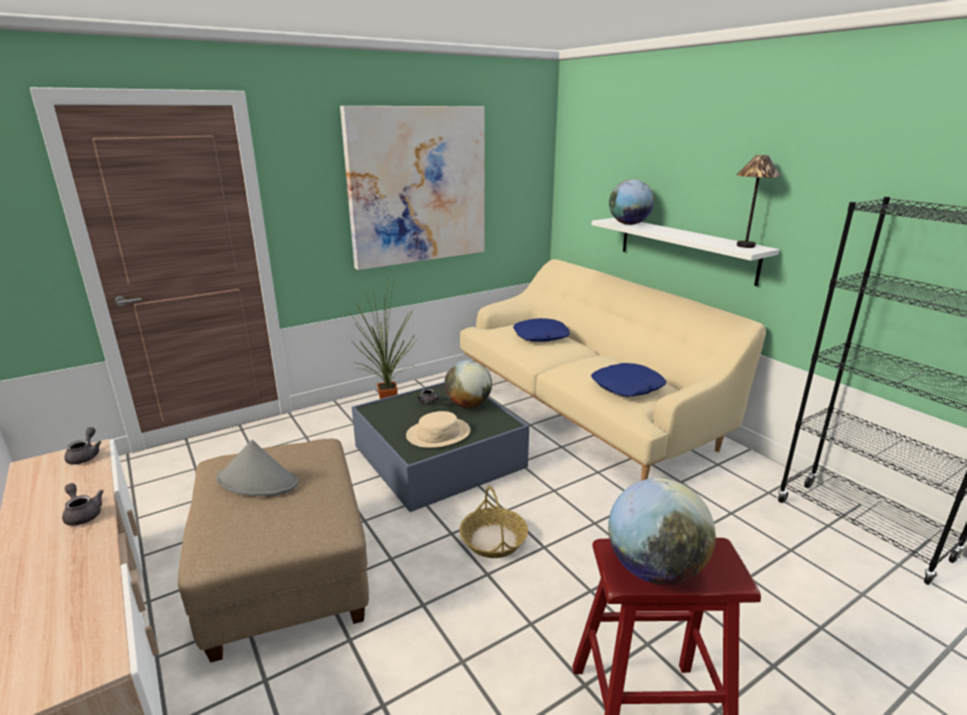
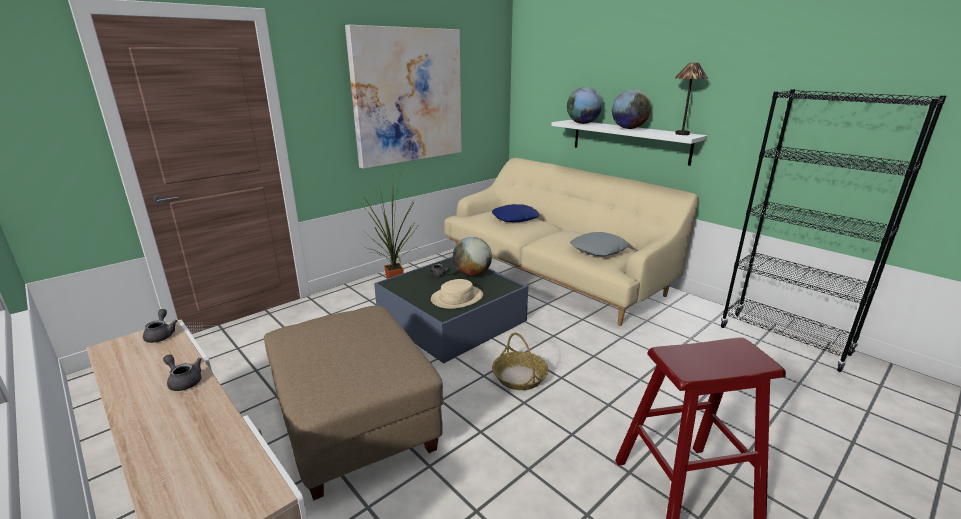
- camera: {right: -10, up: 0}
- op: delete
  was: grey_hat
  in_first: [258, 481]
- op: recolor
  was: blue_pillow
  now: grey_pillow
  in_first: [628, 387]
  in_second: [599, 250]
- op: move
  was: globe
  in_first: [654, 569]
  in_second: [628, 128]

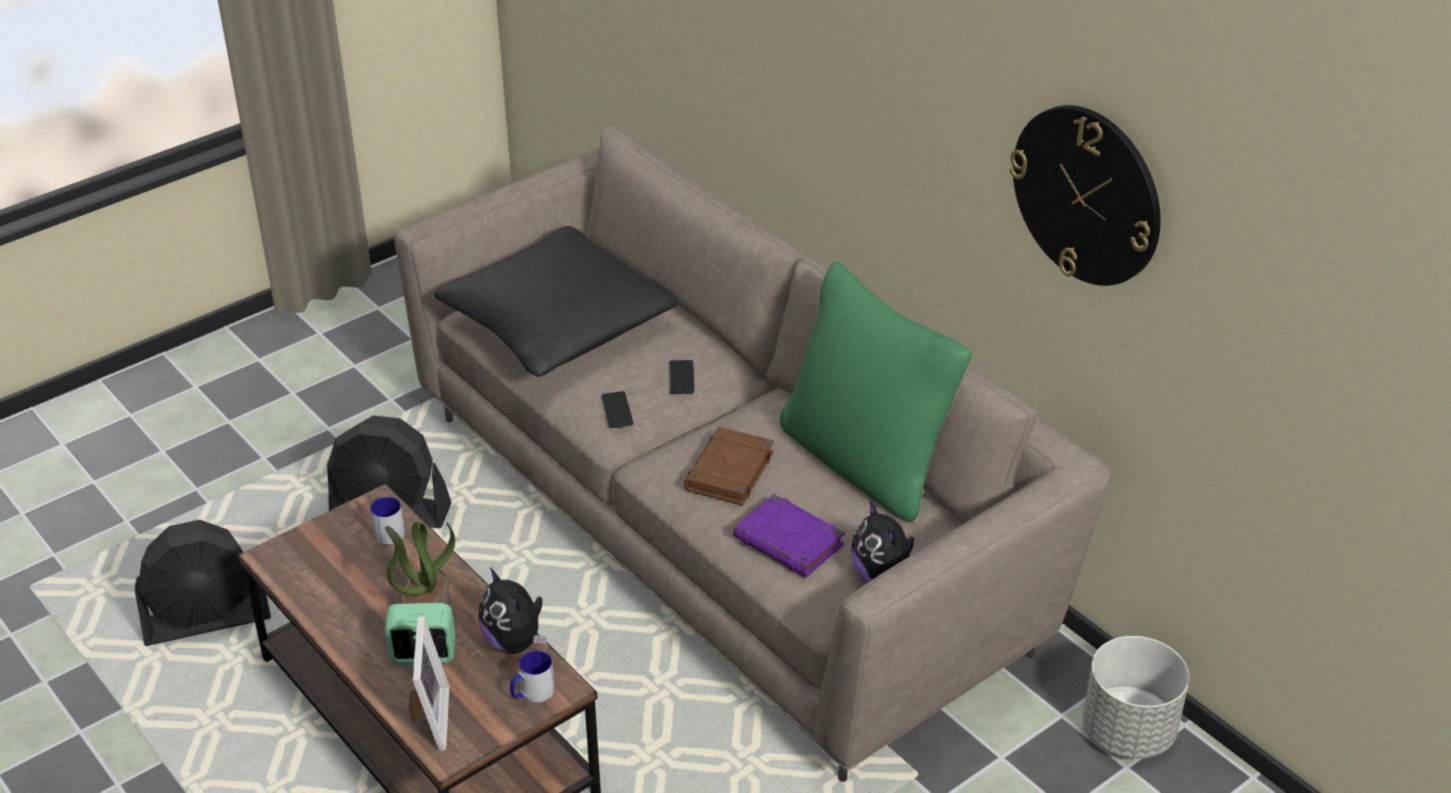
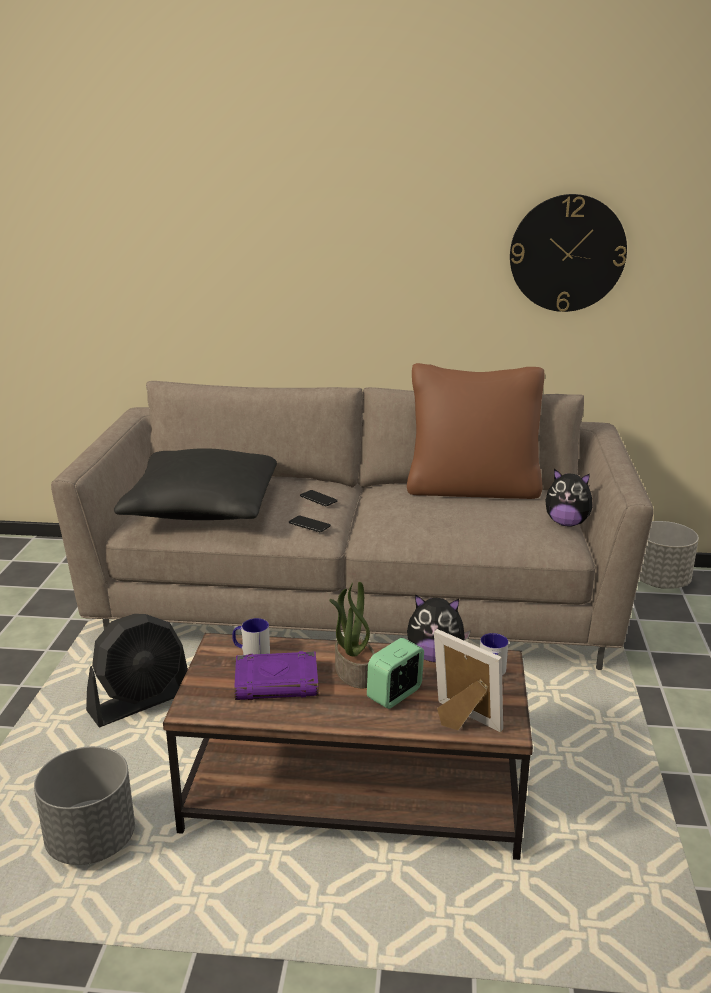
- camera: {right: -45, up: -15}
- op: replace
  was: black_fan
  now: grey_planter
  in_first: [207, 620]
  in_second: [91, 841]
- op: delete
  was: brown_book
  in_first: [729, 472]
- op: move
  was: purple_book
  in_first: [790, 542]
  in_second: [277, 682]
- op: recolor
  was: green_pillow
  now: brown_pillow
  in_first: [866, 462]
  in_second: [472, 489]

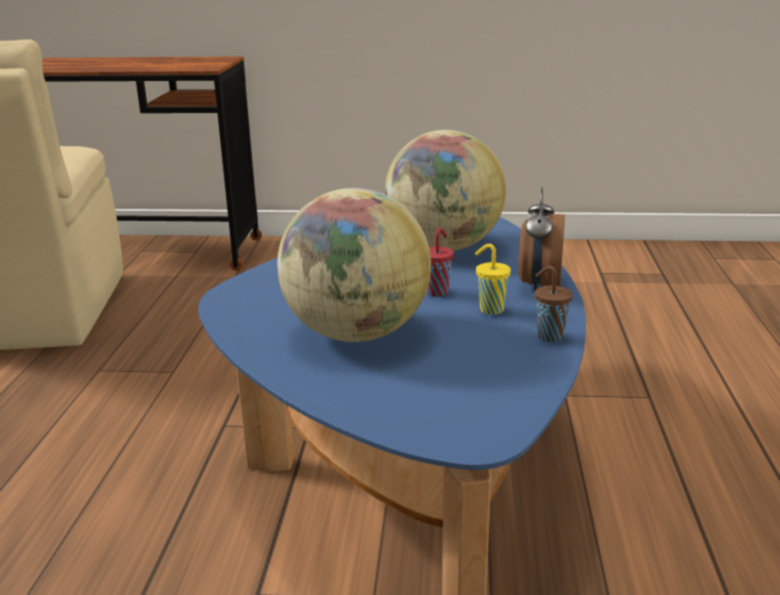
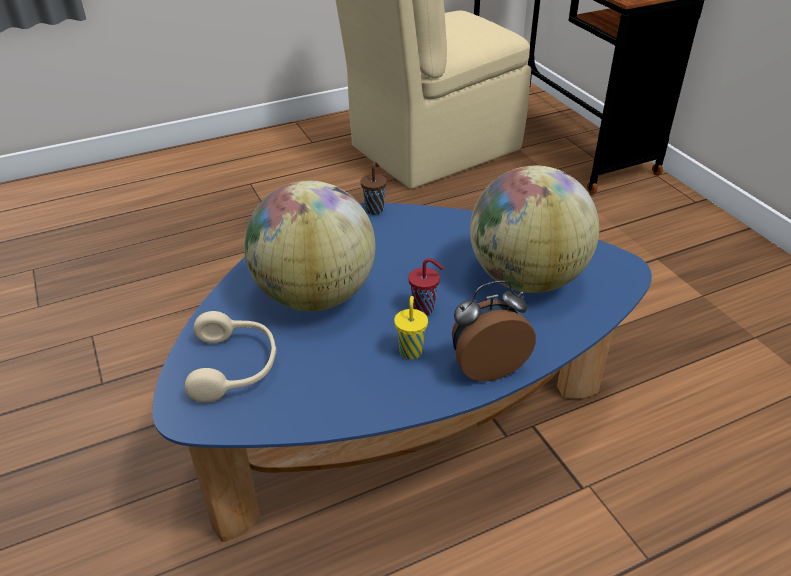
- camera: {right: 60, up: 15}
- op: move
  was: brown_cup
  in_first: [549, 336]
  in_second: [375, 209]
- op: insert
  now: beige_headphones
  in_second: [236, 366]

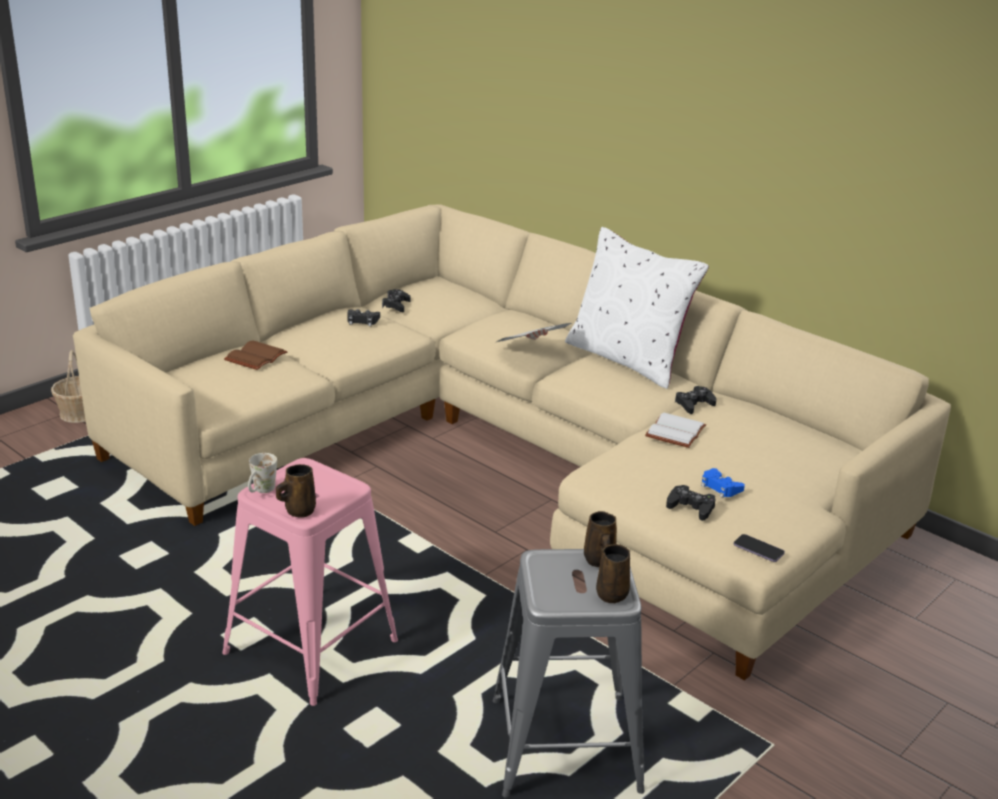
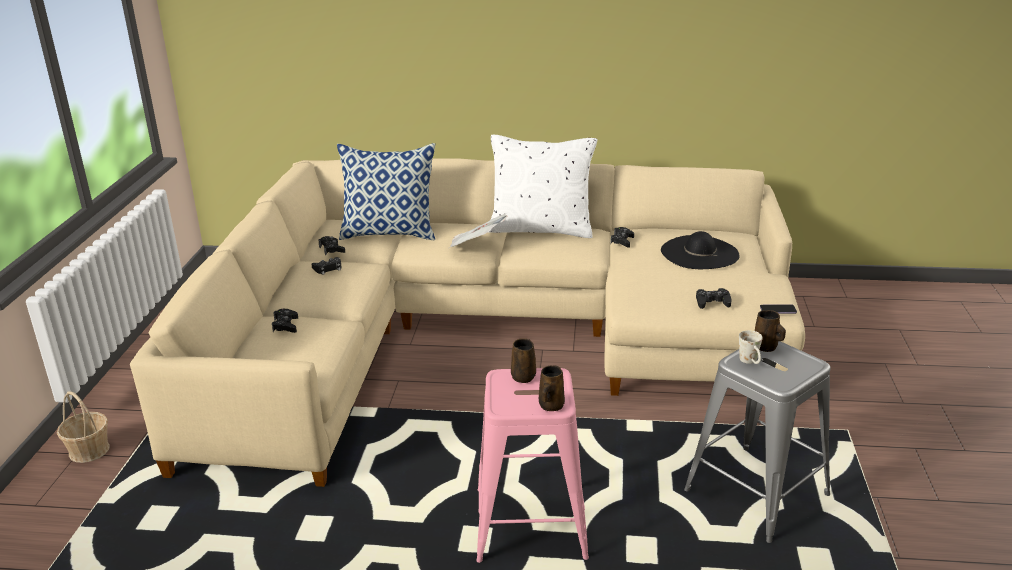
- camera: {right: -35, up: 0}
- op: replace
  was: brown_book
  now: black_game_controller
  in_first: [255, 356]
  in_second: [285, 325]
- op: move
  was: white_mug
  in_first: [261, 491]
  in_second: [750, 362]
- op: move
  was: brown_mug
  in_first: [613, 593]
  in_second: [523, 376]
- op: delete
  was: white_book
  in_first: [676, 433]
- op: delete
  was: blue_game_controller
  in_first: [720, 487]
- op: insert
  now: pillow
  in_second: [390, 233]
- op: insert
  now: black_hat
  in_second: [699, 253]

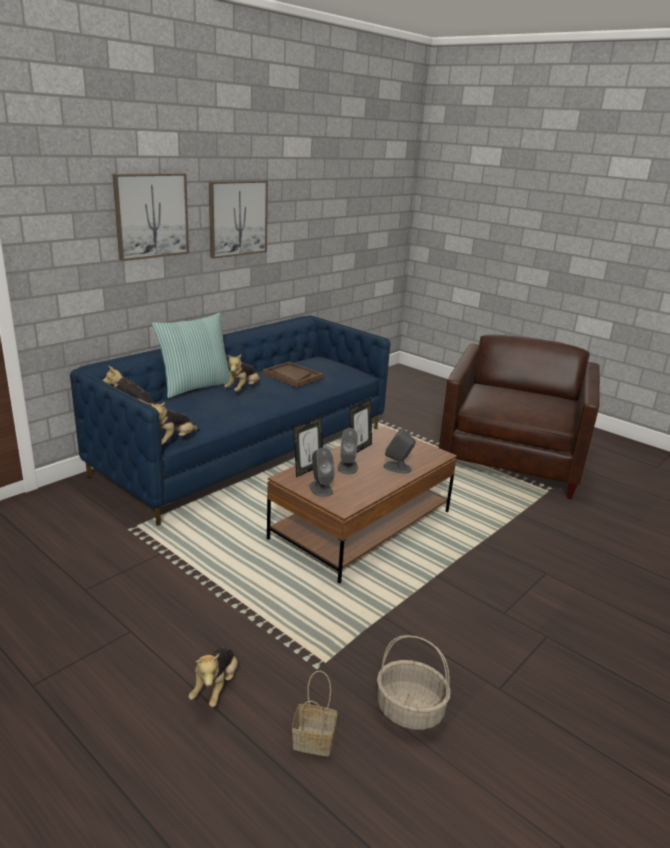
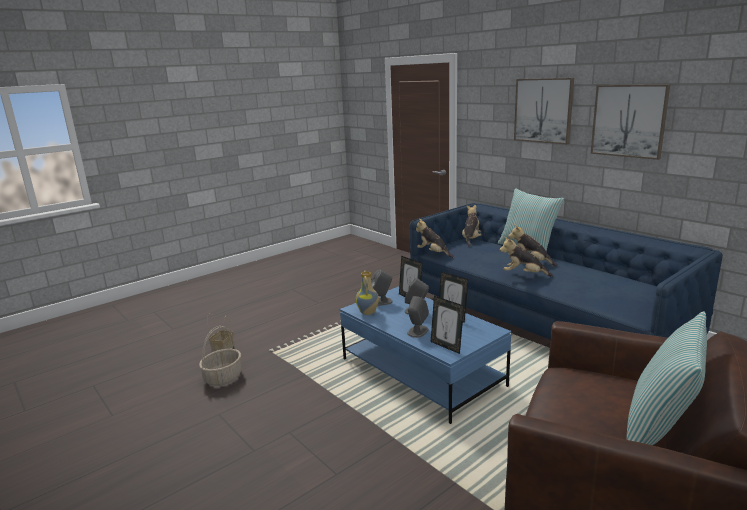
- camera: {right: 100, up: -5}
- op: move
  was: plush_toy
  in_first: [216, 687]
  in_second: [524, 274]
- op: delete
  was: brown_tray
  in_first: [292, 376]
- op: recolor
  was: brown_coffee_table
  now: blue_coffee_table
  in_first: [361, 525]
  in_second: [421, 372]
- op: insert
  now: vase
  in_second: [368, 312]
- op: insert
  now: picture_frame
  in_second: [446, 346]
- op: insert
  now: pillow
  in_second: [659, 432]

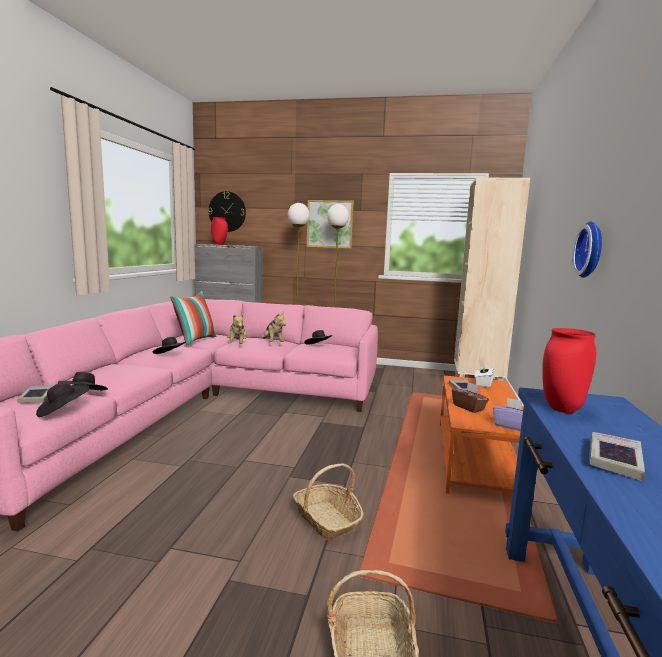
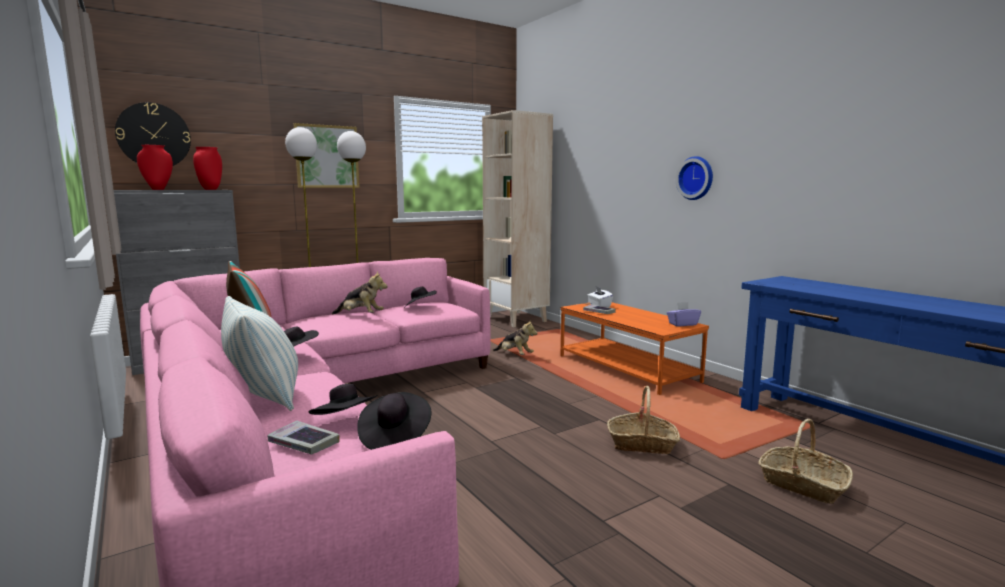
- camera: {right: -45, up: 0}
- op: move
  was: plush_toy
  in_first: [237, 344]
  in_second: [515, 355]
- op: delete
  was: brown_tissue_box
  in_first: [468, 407]
- op: move
  was: red_vase
  in_first: [561, 409]
  in_second: [210, 189]
- op: delete
  was: book
  in_first: [614, 460]
- op: insert
  now: pillow
  in_second: [264, 396]

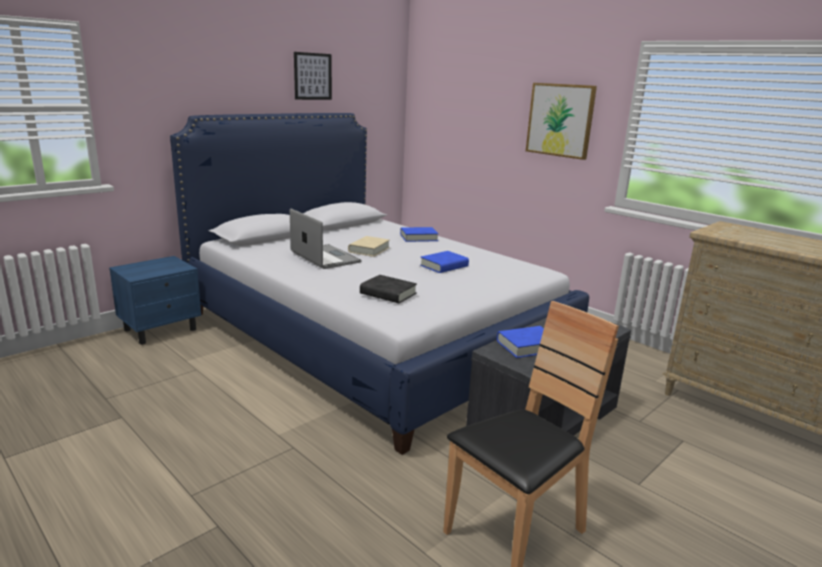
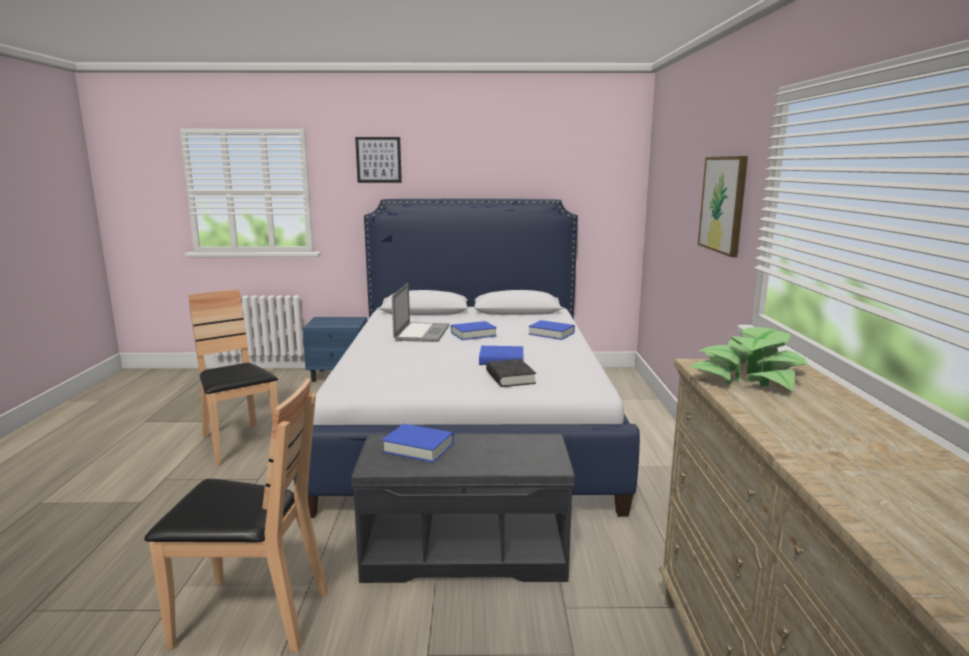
- camera: {right: 45, up: -5}
- op: move
  was: picture
  in_first: [312, 76]
  in_second: [378, 159]
- op: recolor
  was: beige_book
  now: blue_book
  in_first: [369, 250]
  in_second: [473, 334]
- op: move
  was: black_book
  in_first: [388, 294]
  in_second: [510, 377]
- op: insert
  now: brown_chair
  in_second: [240, 444]
- op: insert
  now: potted_plant
  in_second: [749, 377]

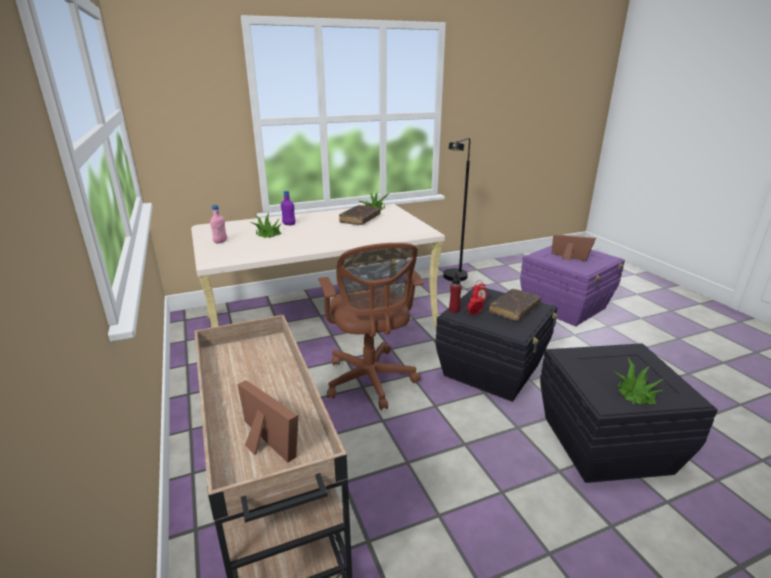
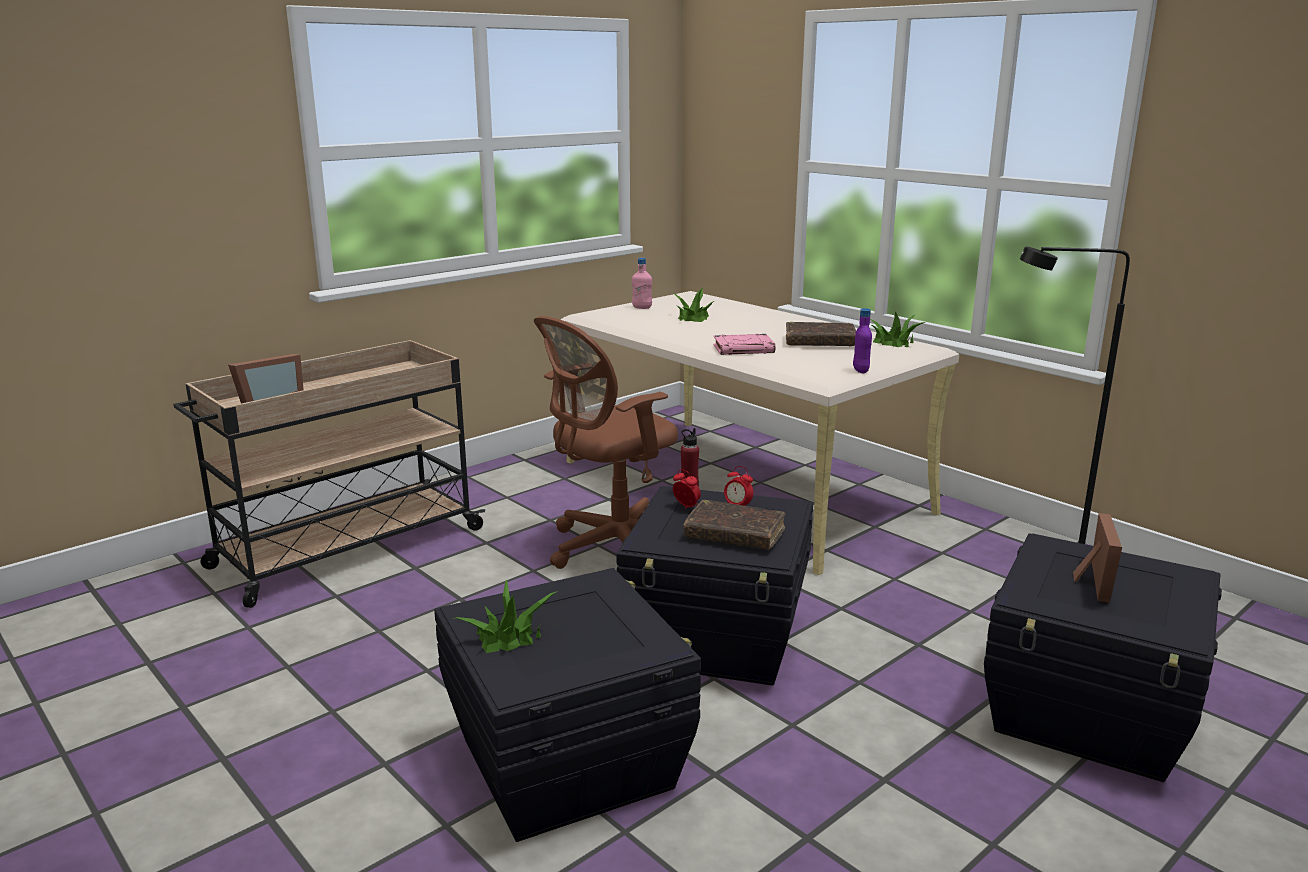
- camera: {right: 70, up: -5}
- op: move
  was: purple_bottle
  in_first: [289, 224]
  in_second: [860, 370]
- op: recolor
  was: purple_storage_box
  now: black_storage_box
  in_first: [565, 307]
  in_second: [1089, 715]
- op: insert
  now: pink_book
  in_second: [744, 349]

